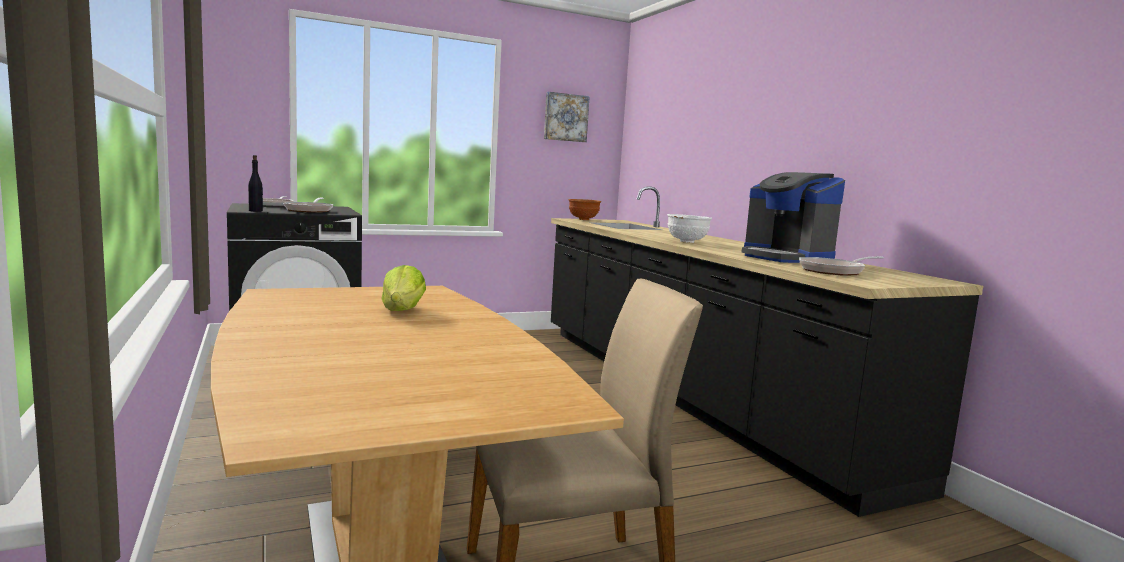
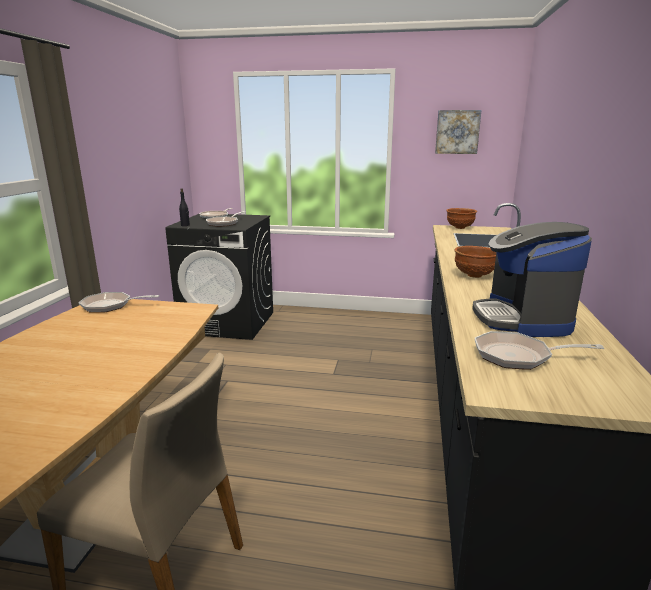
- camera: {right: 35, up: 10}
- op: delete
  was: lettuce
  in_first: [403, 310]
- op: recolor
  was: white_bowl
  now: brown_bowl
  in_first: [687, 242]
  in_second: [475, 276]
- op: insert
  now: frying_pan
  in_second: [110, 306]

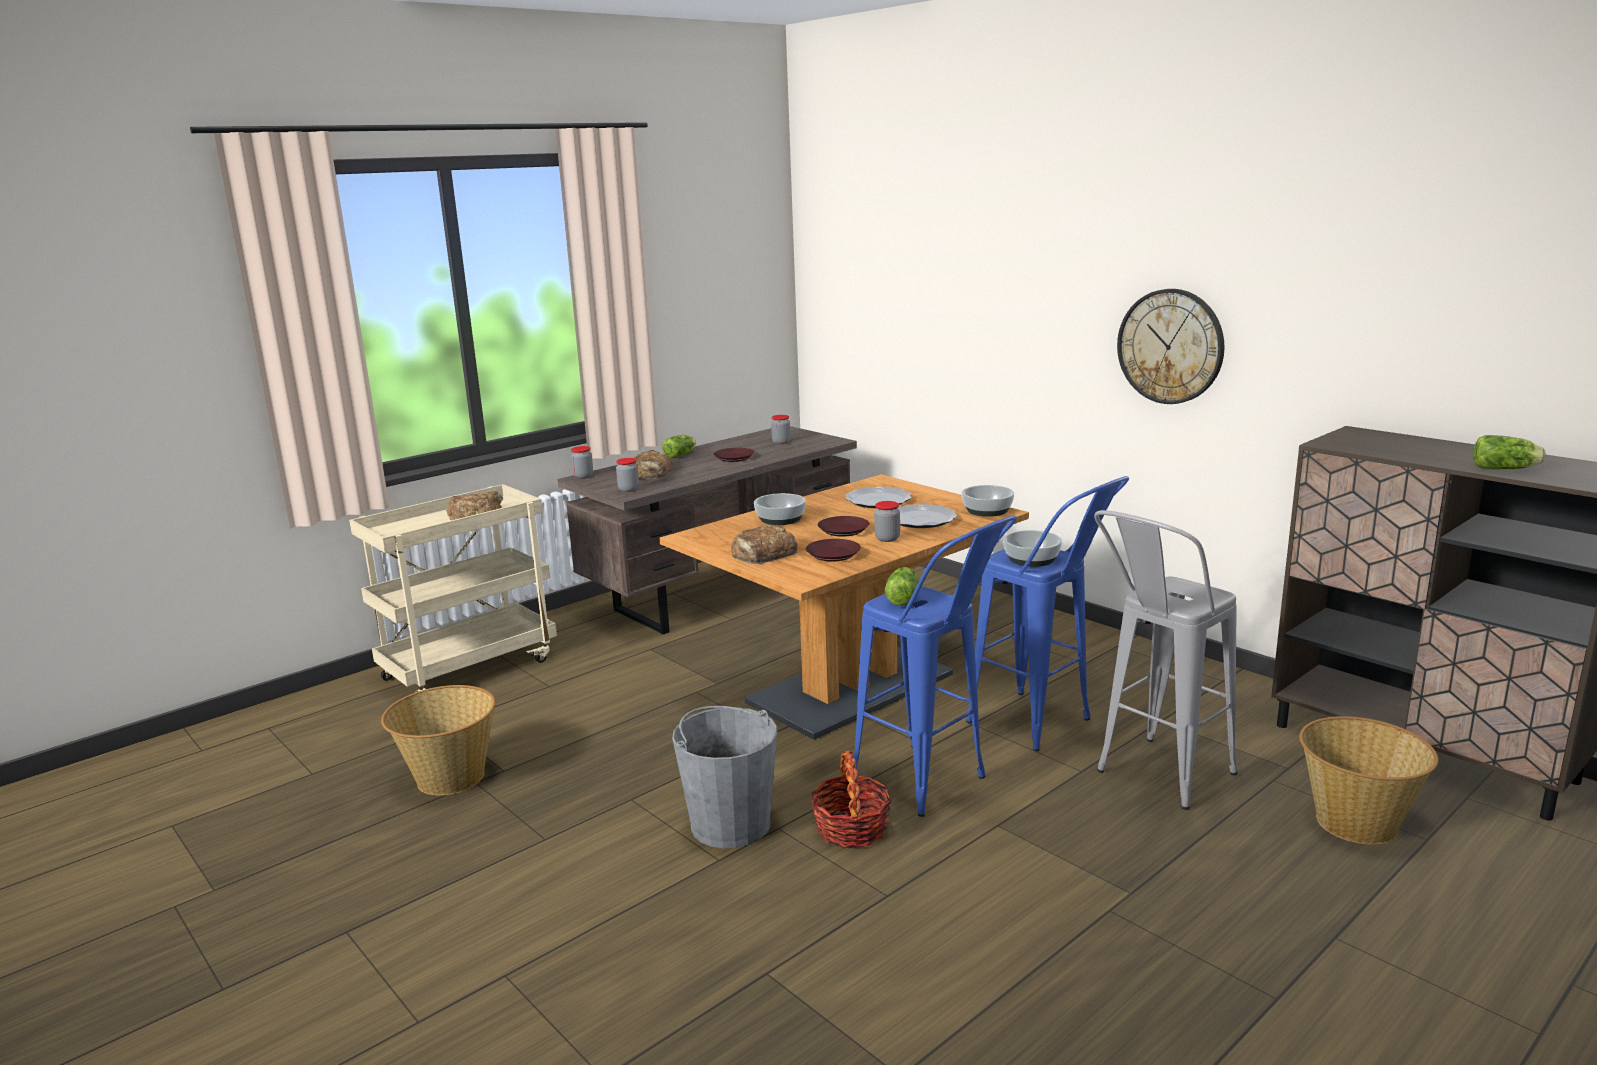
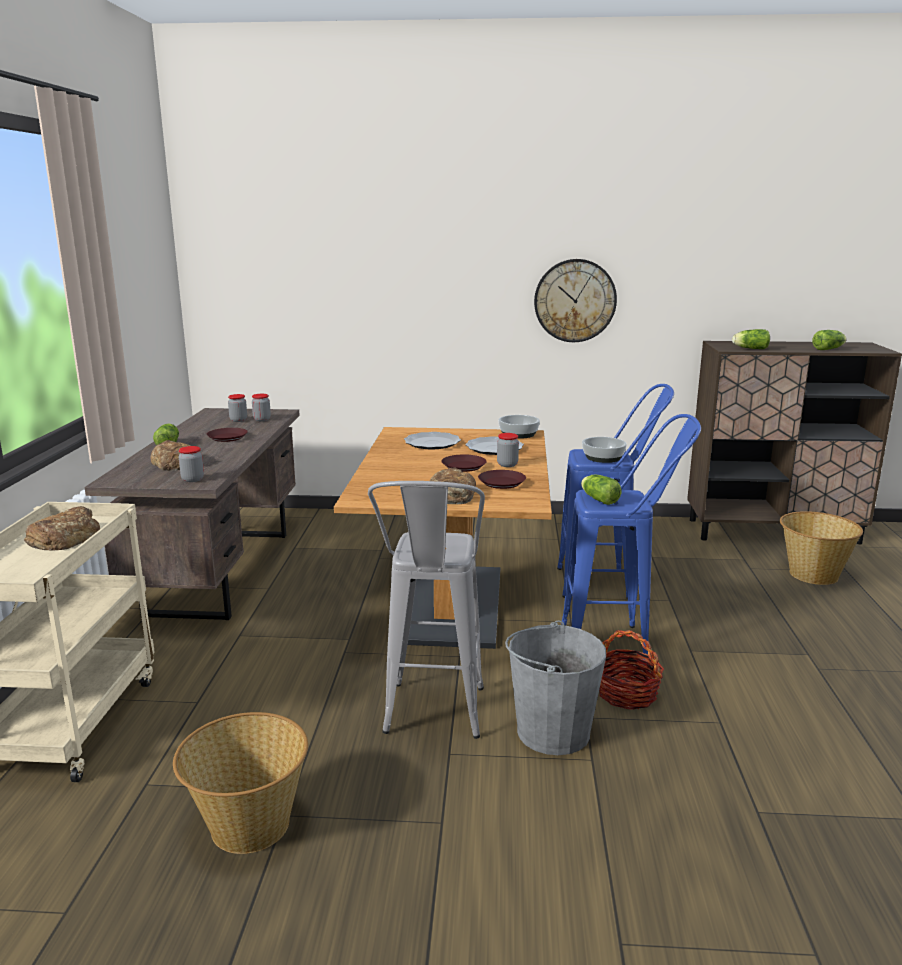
- camera: {right: -45, up: 0}
- op: move
  was: jar
  in_first: [583, 476]
  in_second: [262, 419]
- op: delete
  was: bowl
  in_first: [781, 519]
- op: move
  was: grey_stool
  in_first: [1154, 780]
  in_second: [433, 721]
- op: insert
  now: lettuce
  in_second: [749, 348]

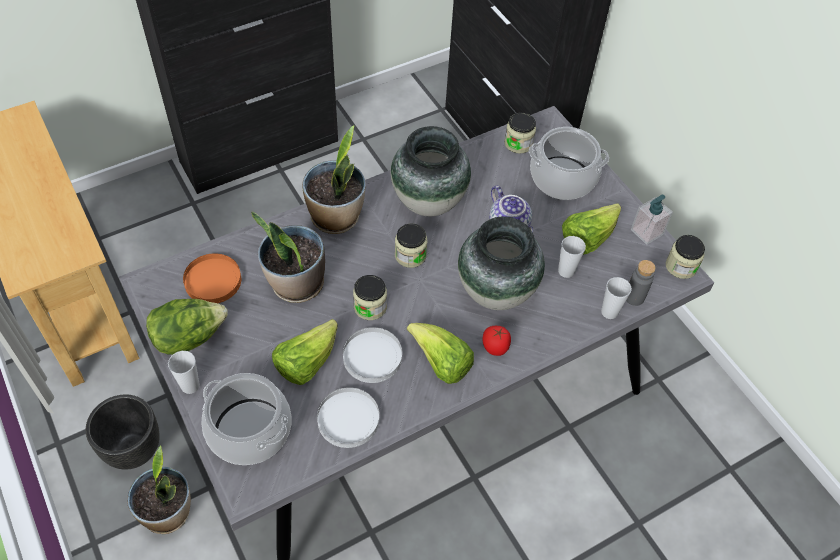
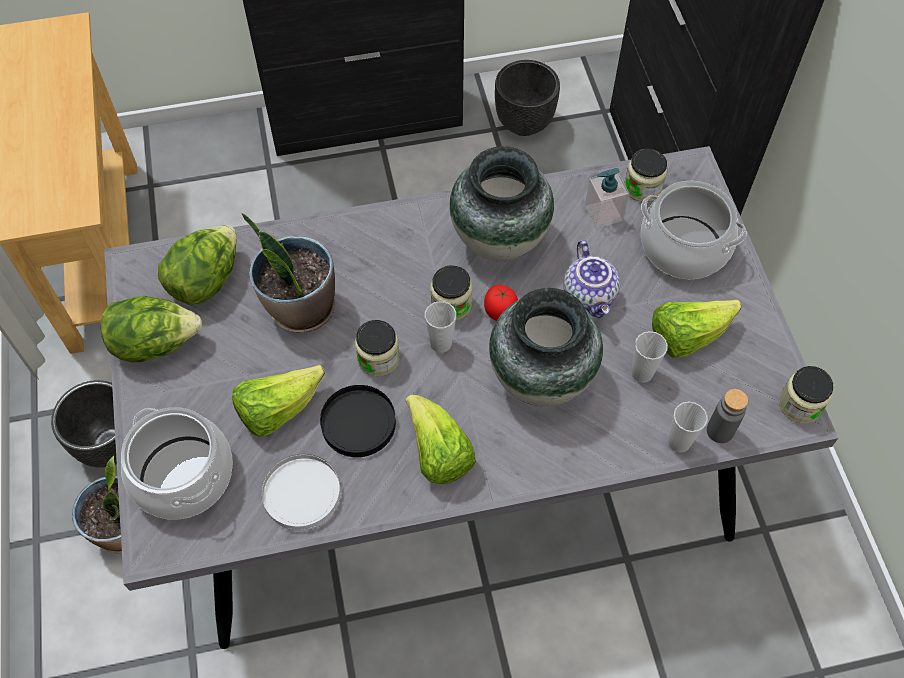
- camera: {right: 20, up: 5}
- op: move
  was: cup
  in_first: [190, 386]
  in_second: [441, 343]
- op: replace
  was: orange_plate
  now: lettuce
  in_first: [212, 281]
  in_second: [206, 280]
- op: delete
  was: potted_plant
  in_first: [336, 218]
- op: recolor
  was: white_plate
  now: black_plate
  in_first: [372, 356]
  in_second: [358, 422]
- op: move
  was: tomato
  in_first: [495, 347]
  in_second: [500, 312]
- op: move
  was: soap_dispenser
  in_first: [646, 232]
  in_second: [603, 213]
- op: insert
  now: black_planter
  in_second: [524, 123]

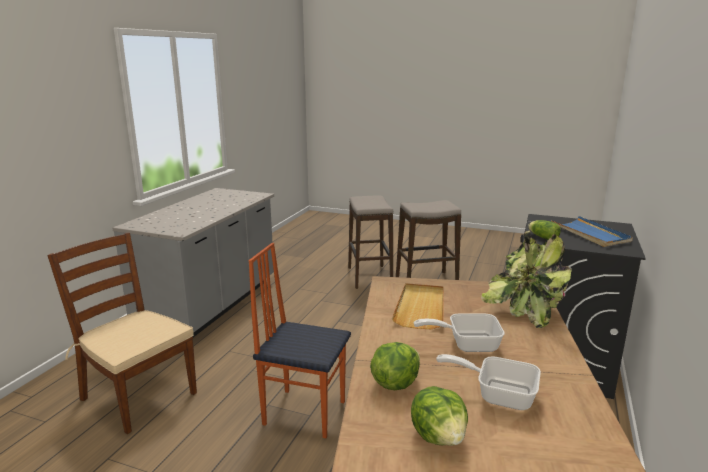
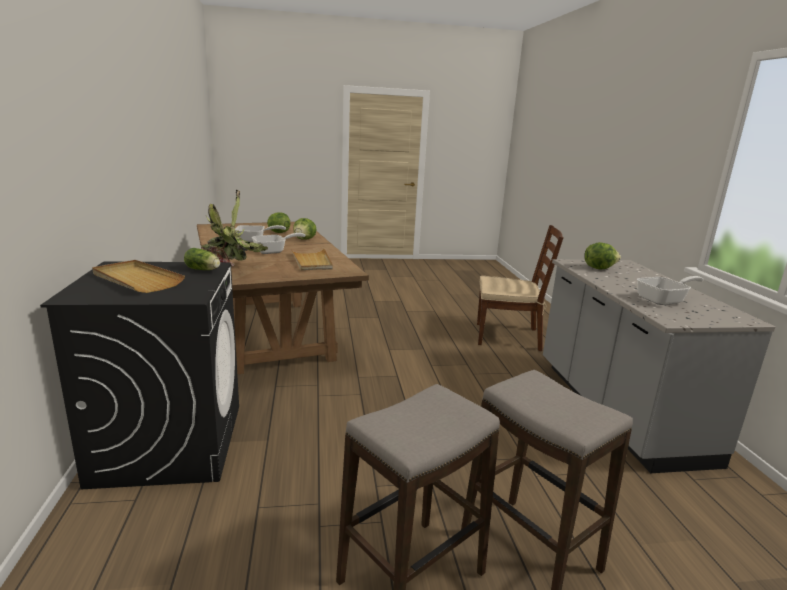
- camera: {right: 150, up: 0}
- op: delete
  was: chair
  in_first: [304, 412]
- op: recolor
  was: blue_tray
  now: beige_tray
  in_first: [590, 234]
  in_second: [136, 279]
- op: insert
  now: lettuce
  in_second: [598, 268]
- op: insert
  now: frying_pan
  in_second: [664, 300]

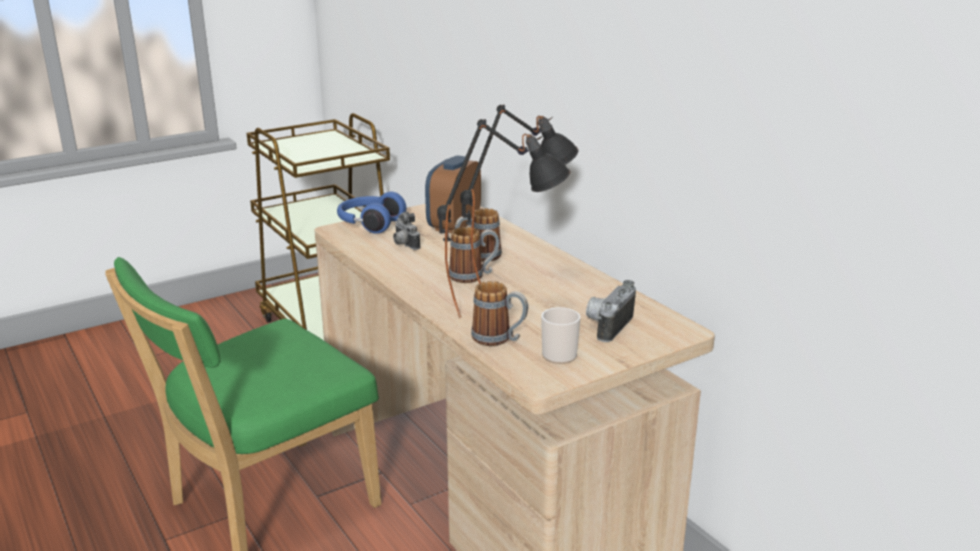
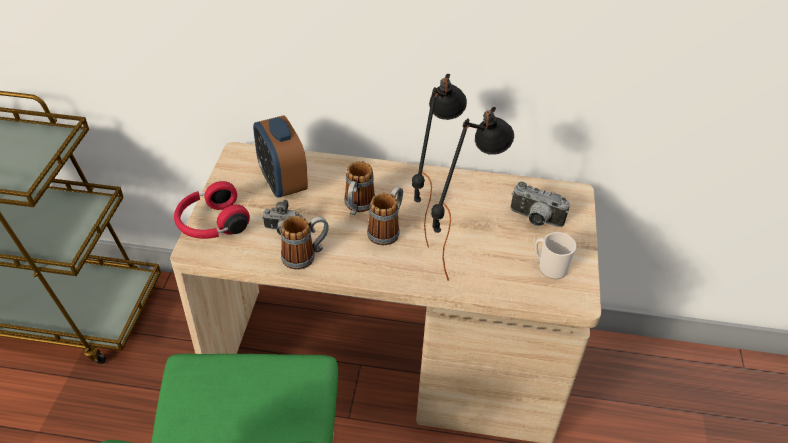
- camera: {right: -50, up: 20}
- op: recolor
  was: blue_headphones
  now: red_headphones
  in_first: [369, 224]
  in_second: [211, 224]
- op: move
  was: mug
  in_first: [499, 339]
  in_second: [305, 256]
- op: rotate
  was: photo_camera
  in_first: [607, 325]
  in_second: [535, 220]
  clockwise: -45

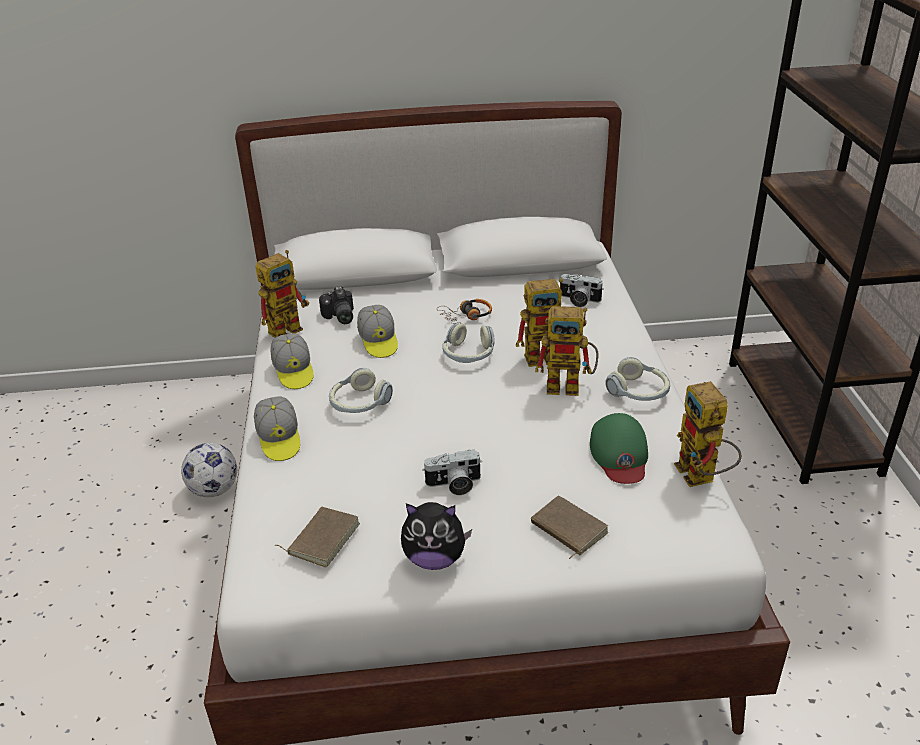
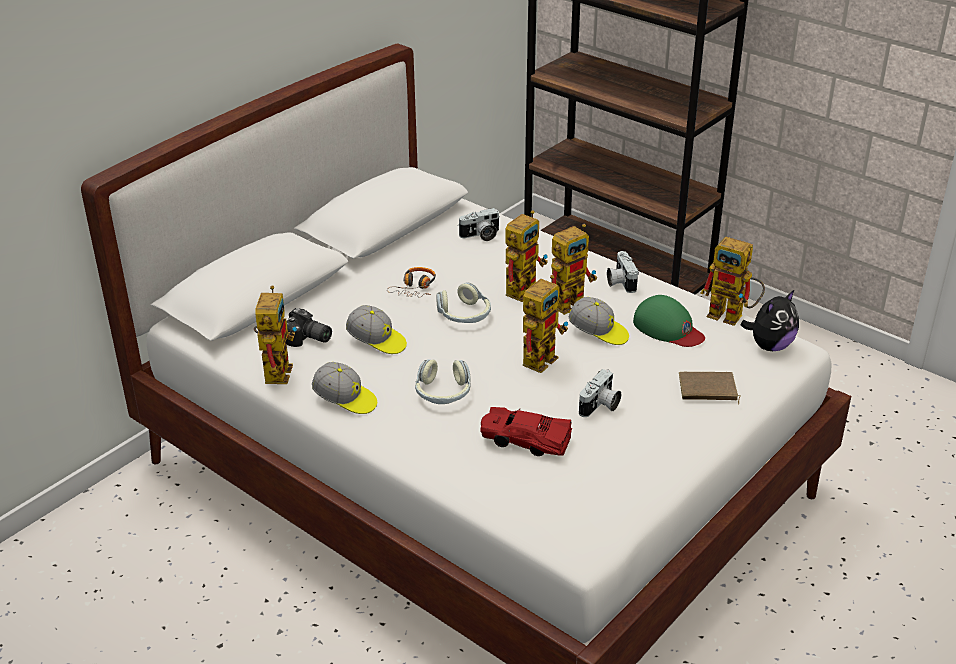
- camera: {right: -45, up: 0}
- op: delete
  was: football
  in_first: [214, 489]
- op: move
  was: cap
  in_first: [279, 439]
  in_second: [598, 332]
- op: delete
  was: brown_book
  in_first: [322, 538]
- op: move
  was: plush_toy
  in_first: [435, 558]
  in_second: [769, 346]
- op: replace
  was: headphones
  now: photo_camera
  in_first: [638, 392]
  in_second: [620, 282]
- op: insert
  now: red_toy_car
  in_second: [525, 439]
- op: insert
  now: toy_robot
  in_second: [541, 356]

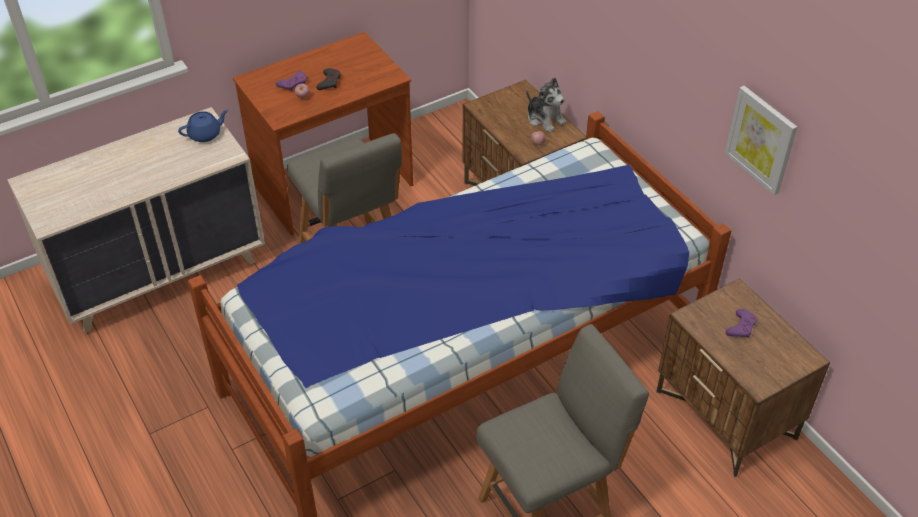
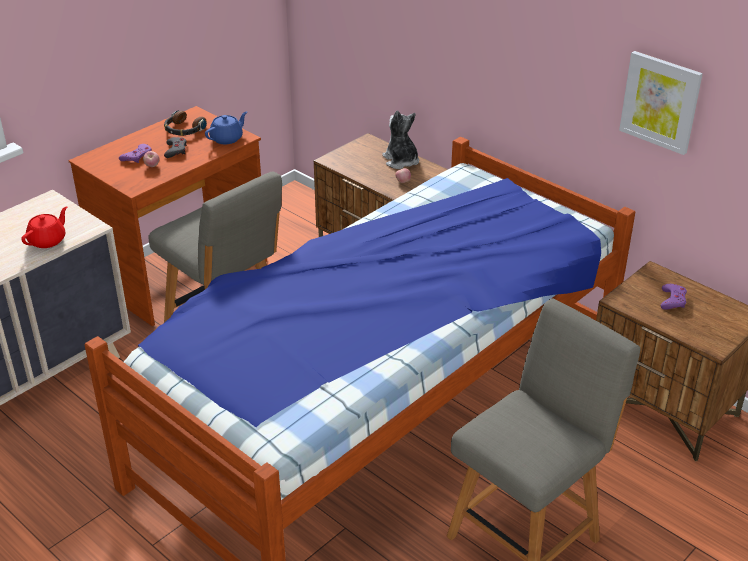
- camera: {right: -15, up: -10}
- op: move
  was: blue_teapot
  in_first: [205, 134]
  in_second: [227, 139]
- op: rotate
  was: plush_toy
  in_first: [545, 119]
  in_second: [401, 161]
  clockwise: -150
- op: insert
  now: red_teapot
  in_second: [48, 240]
- op: insert
  now: headphones
  in_second: [184, 129]

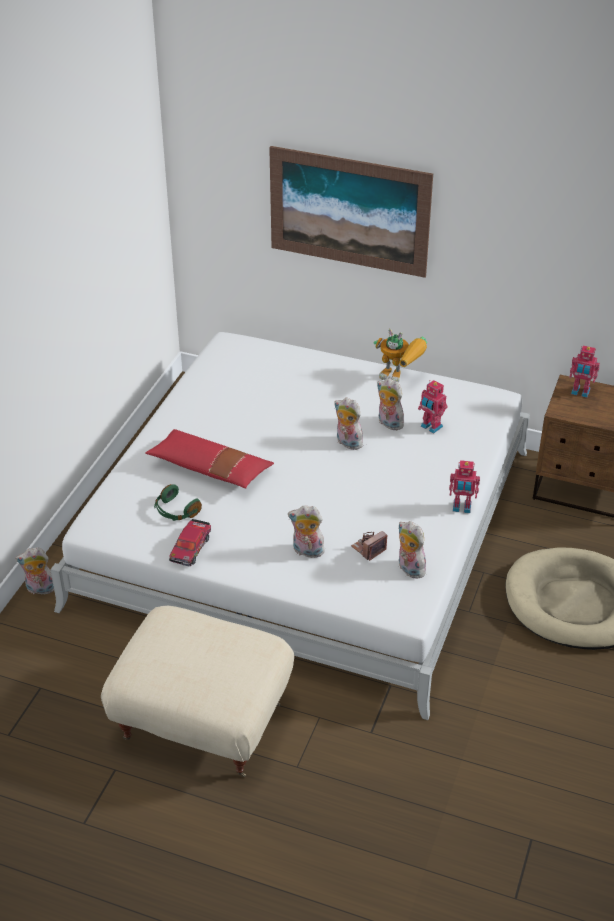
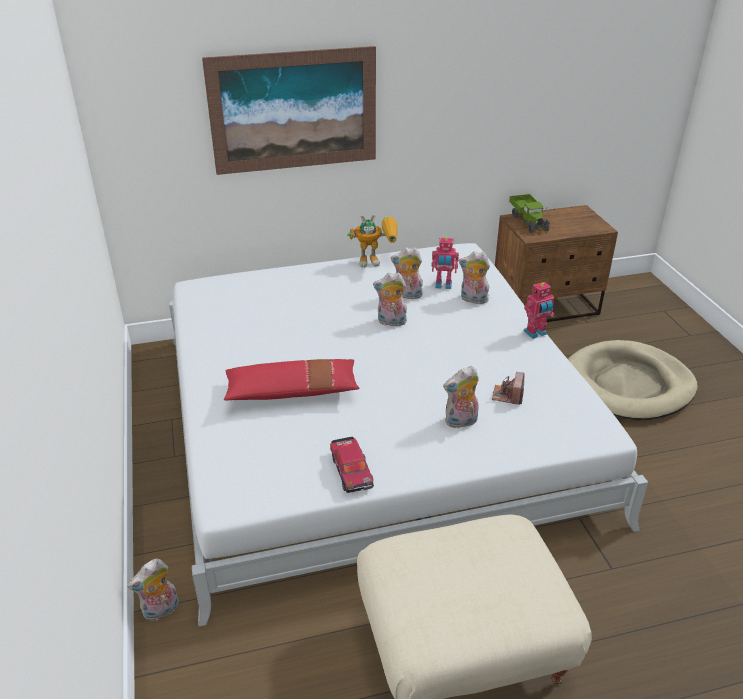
- camera: {right: -35, up: -5}
- op: delete
  was: green_headphones
  in_first: [176, 511]
- op: move
  was: plush_toy
  in_first: [409, 569]
  in_second: [473, 300]
- op: replace
  was: toy_robot
  now: toy_truck
  in_first: [580, 392]
  in_second: [528, 221]

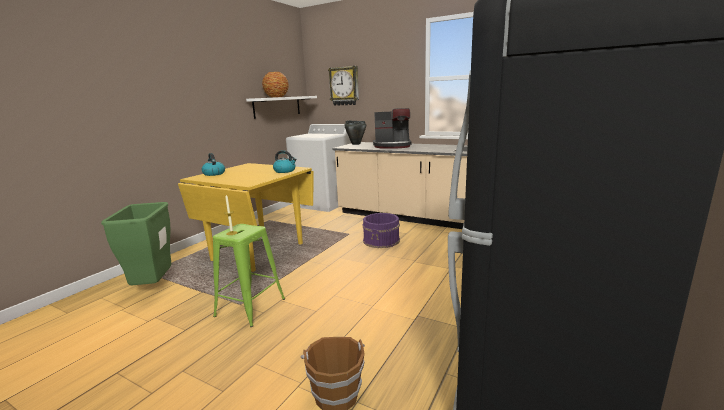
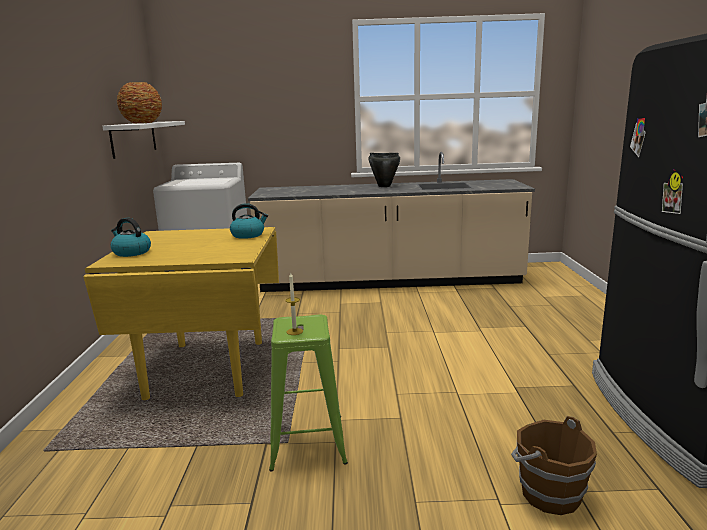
- camera: {right: -30, up: 0}
- op: delete
  was: green_trash_can
  in_first: [154, 286]
- op: delete
  was: wall_clock
  in_first: [344, 86]
- op: move
  was: black_cooking_pot
  in_first: [356, 144]
  in_second: [384, 186]
- op: delete
  was: purple_bucket
  in_first: [381, 240]
- op: delete
  was: coffee_machine
  in_first: [392, 146]

